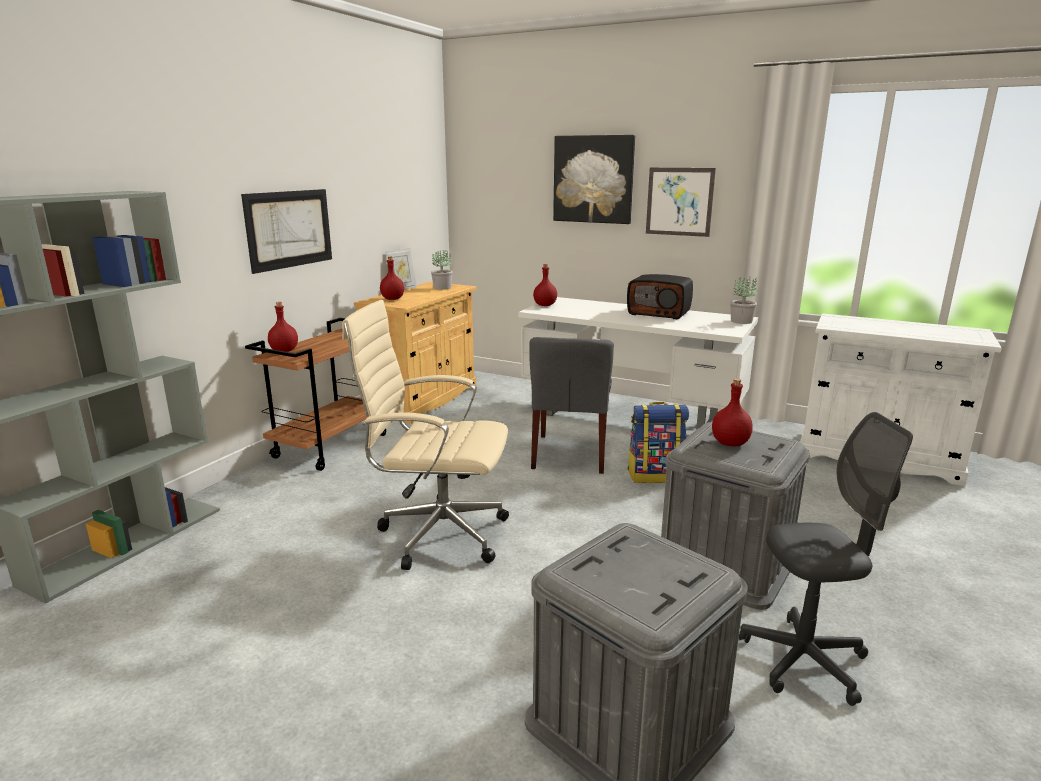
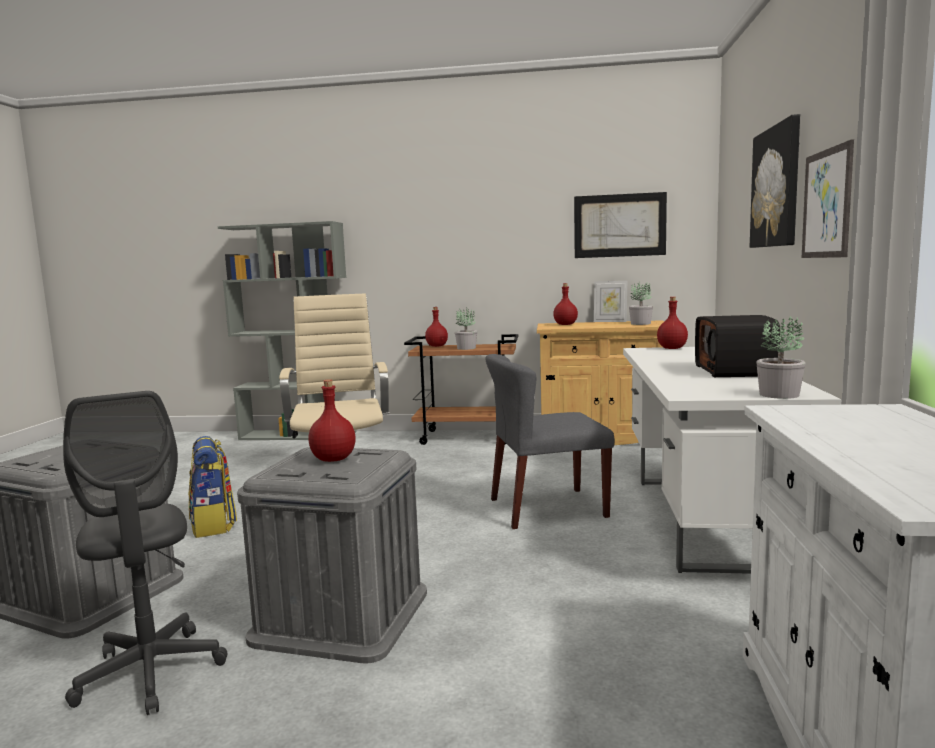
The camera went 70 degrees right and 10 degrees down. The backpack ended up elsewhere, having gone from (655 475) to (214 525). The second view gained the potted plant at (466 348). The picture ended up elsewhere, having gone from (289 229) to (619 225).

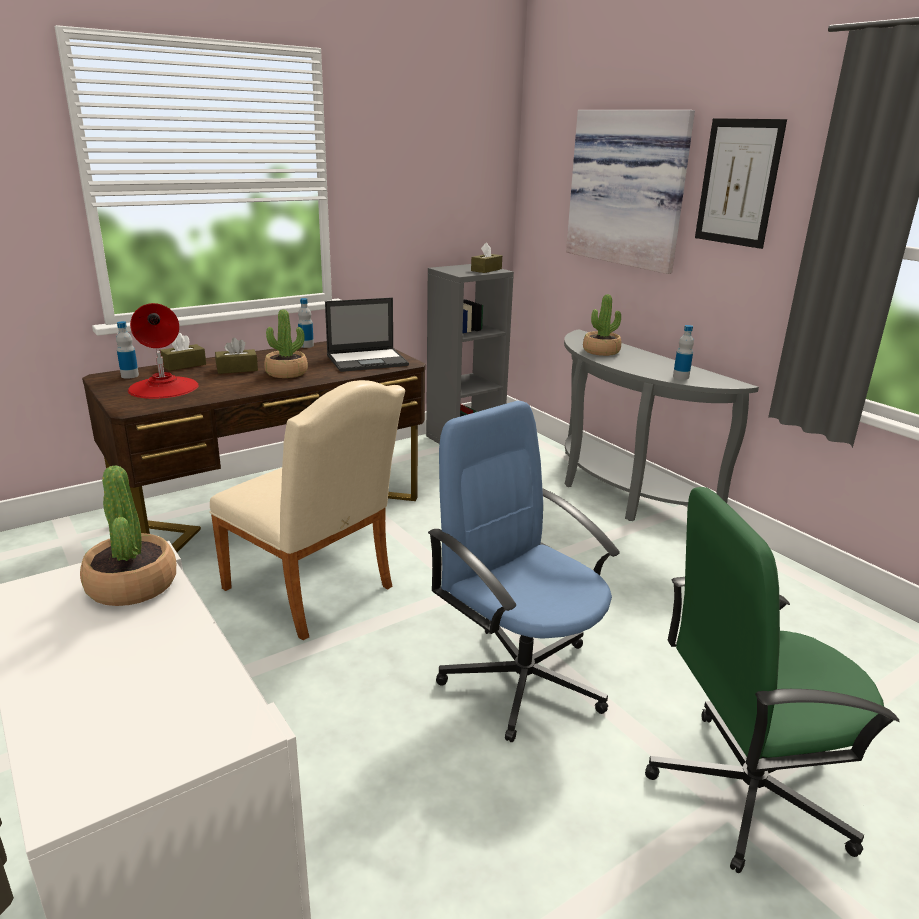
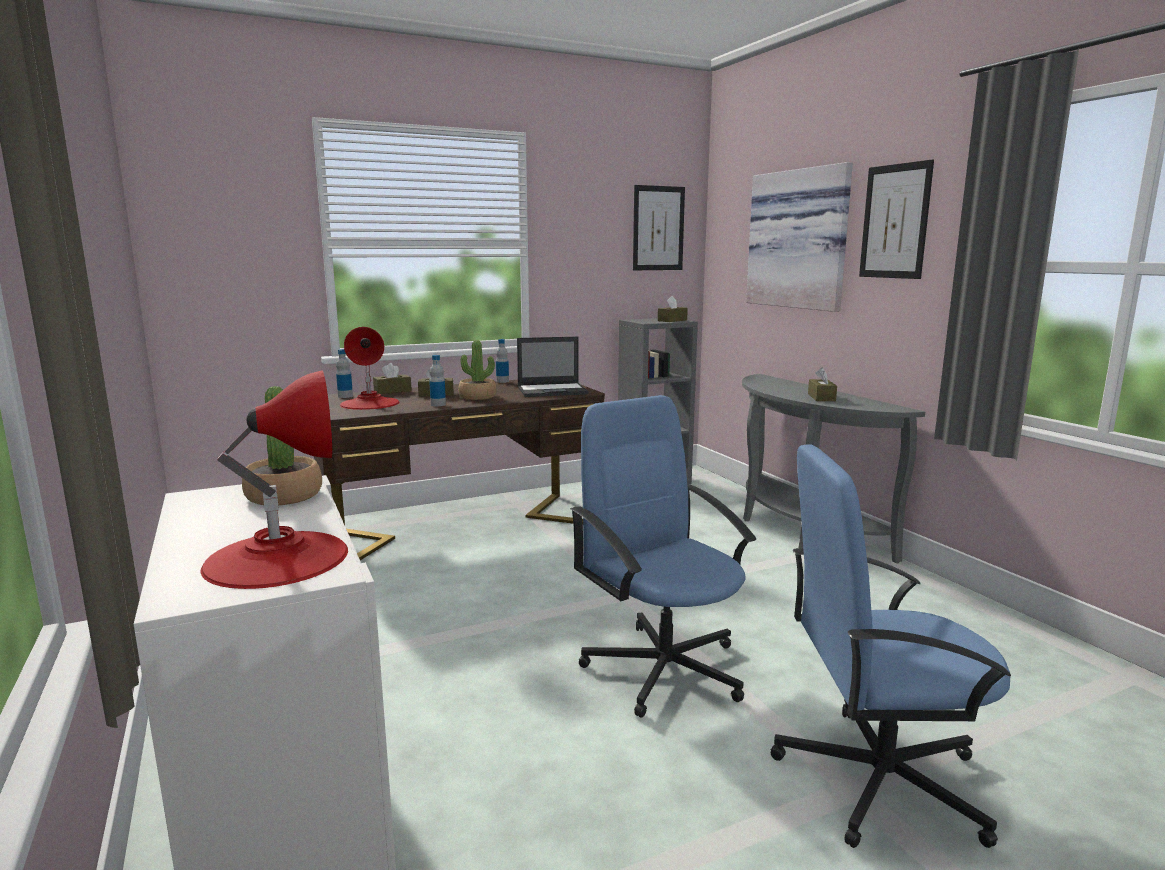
The camera went 10 degrees right and 10 degrees down. The second view gained the red table lamp at (277 558). The bottle ended up elsewhere, having gone from (681 377) to (438 404). The second view gained the picture at (658 228). What was the green office chair at (745 790) turned into the blue office chair at (877 778). The second view gained the brown tissue box at (821 397). The second view lost the beige chair at (315 592). The second view lost the potted plant at (601 351).

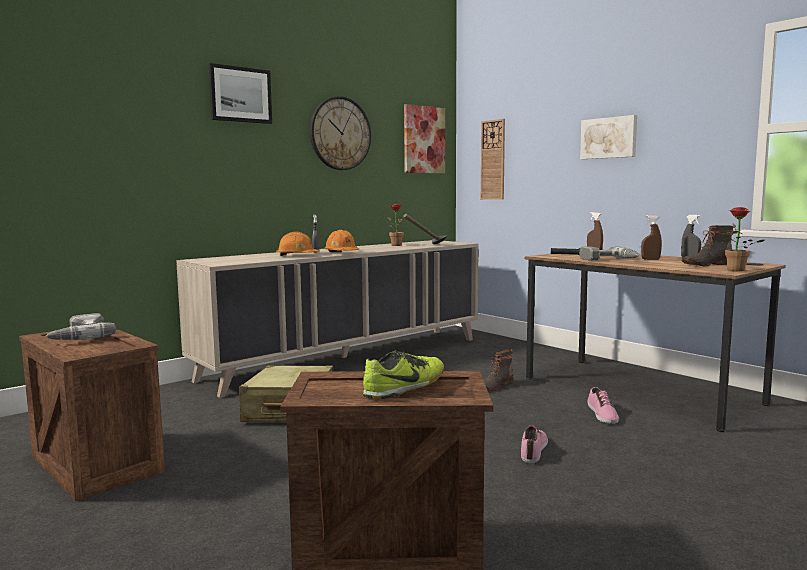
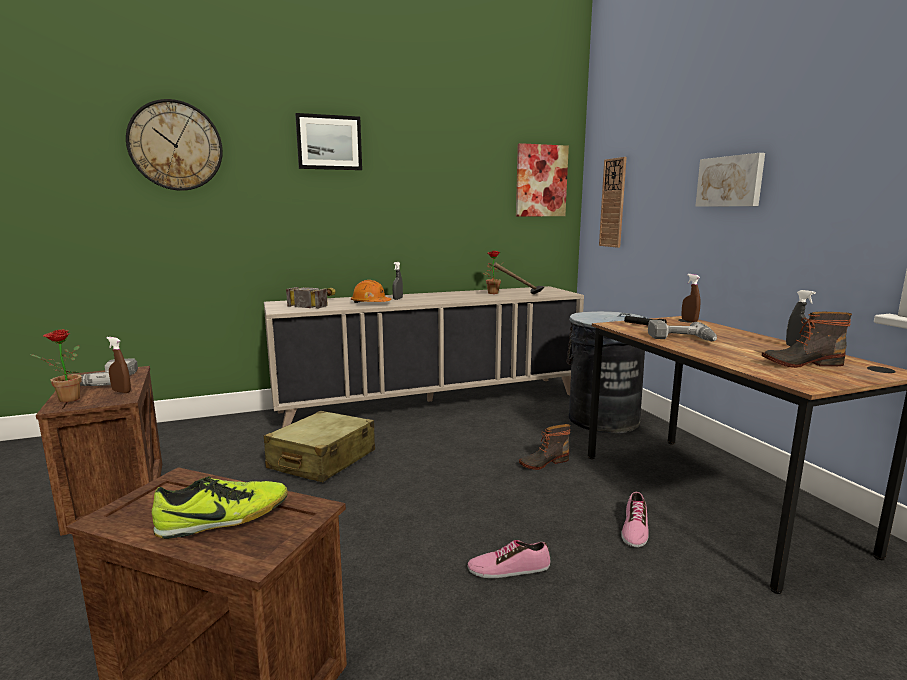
The camera went 20 degrees right and 5 degrees up. The potted plant ended up elsewhere, having gone from (734 270) to (64 400). The brown spray bottle ended up elsewhere, having gone from (650 259) to (121 391). The wall clock ended up elsewhere, having gone from (340 133) to (176 146). The second view gained the hammer at (319 303). The shoe at (534 450) ended up facing another way, 135 degrees counterclockwise from before. The second view gained the grey trash can at (603 419). The second view lost the orange hard hat at (341 253).

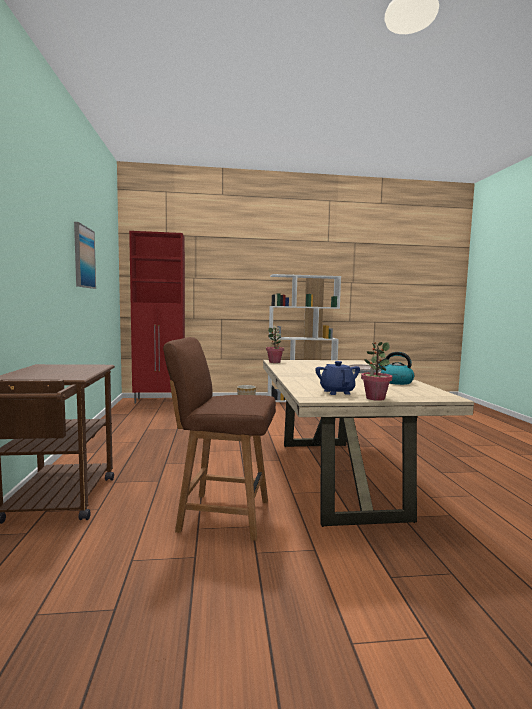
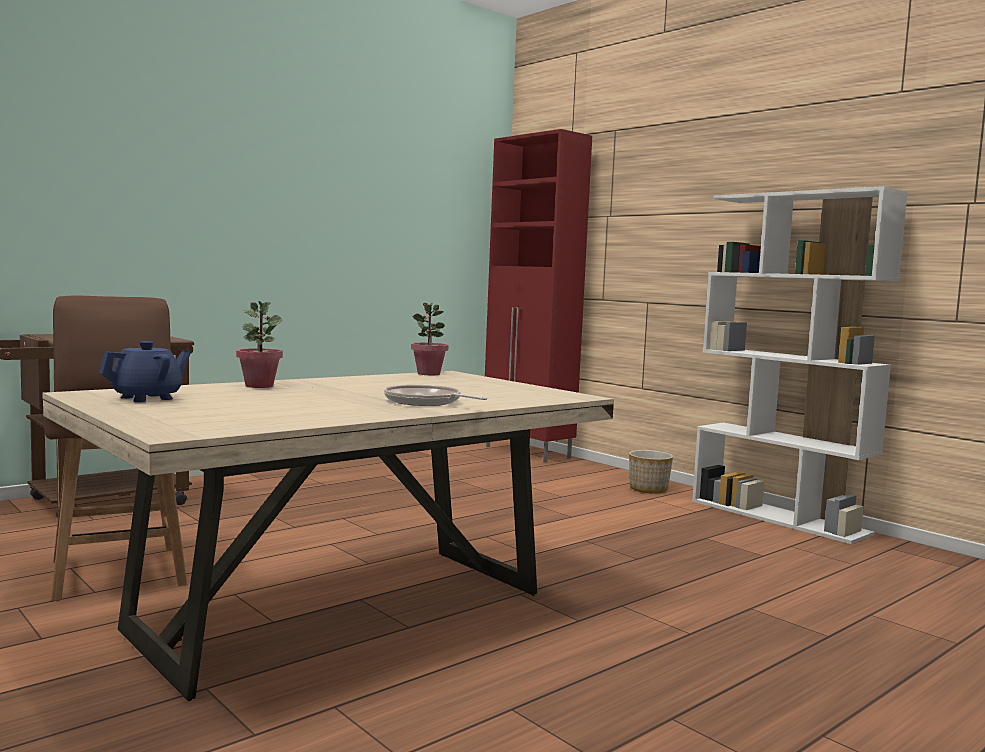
The camera went 55 degrees right and 0 degrees up. The potted plant ended up elsewhere, having gone from (375 398) to (259 386). The second view lost the picture at (83 257). The second view lost the kettle at (395 382).

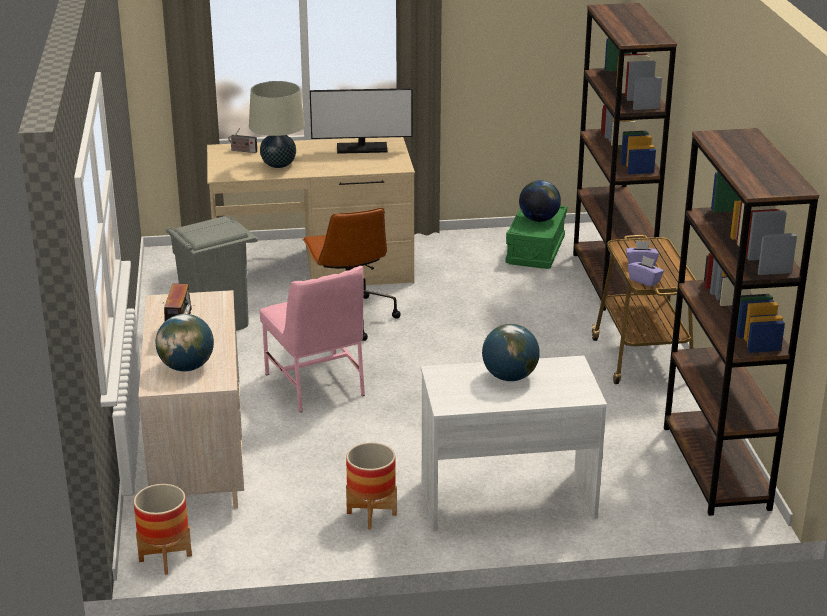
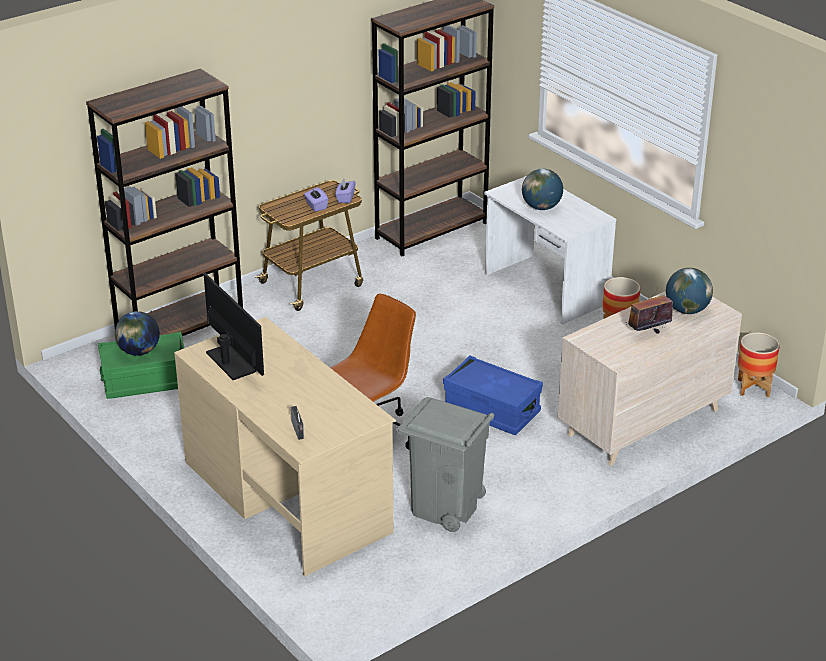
The camera went 120 degrees left and 5 degrees up. Where the pink chair stood at (316 385), the blue storage box came to stand at (492 411). The second view lost the beige table lamp at (278 164).

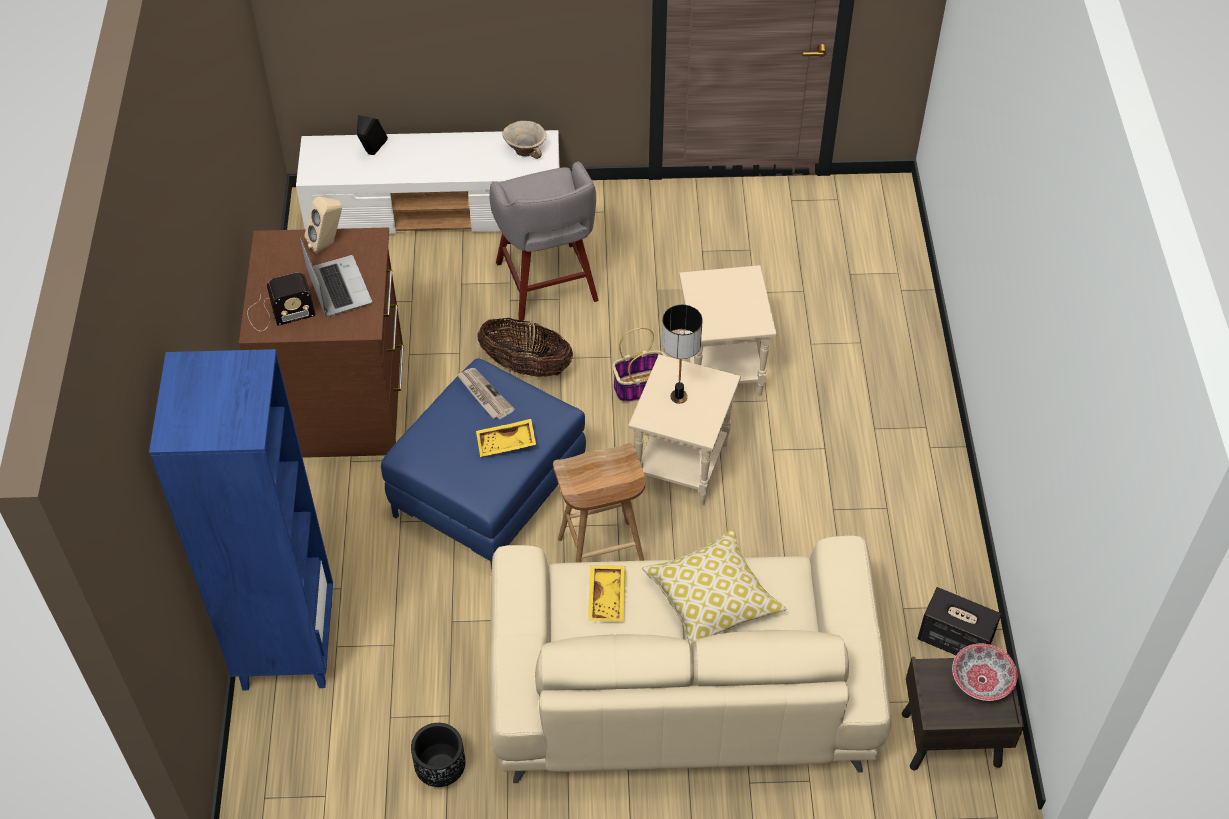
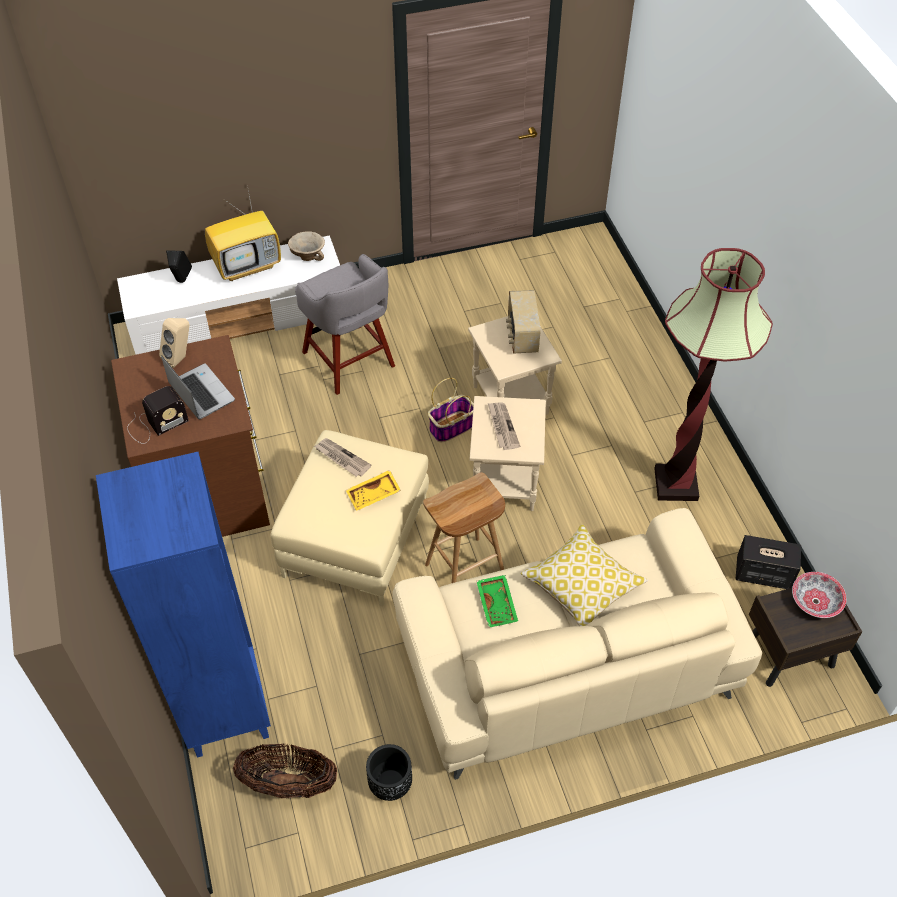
The camera went 15 degrees left and 0 degrees up. The second view gained the television at (248 265). The basket ended up elsewhere, having gone from (526 366) to (289 783). What was the blue ottoman at (488 491) turned into the beige ottoman at (355 538). What was the yellow tray at (608 597) turned into the green tray at (497 604). Where the table lamp stood at (678 397), the newspaper came to stand at (502 427). The second view gained the radio at (521 336). The second view gained the floor lamp at (675 484).

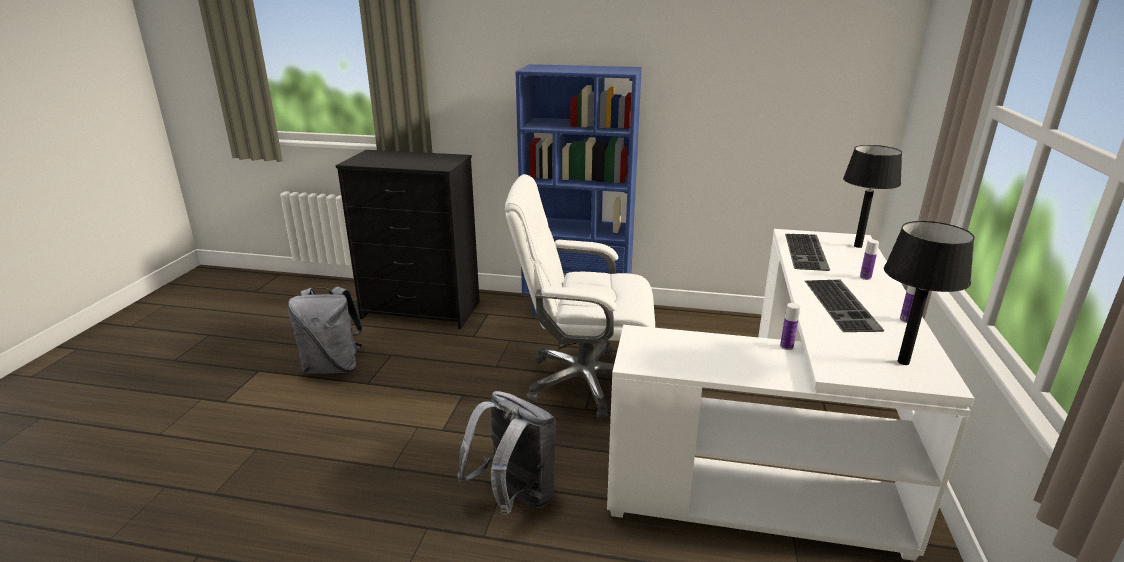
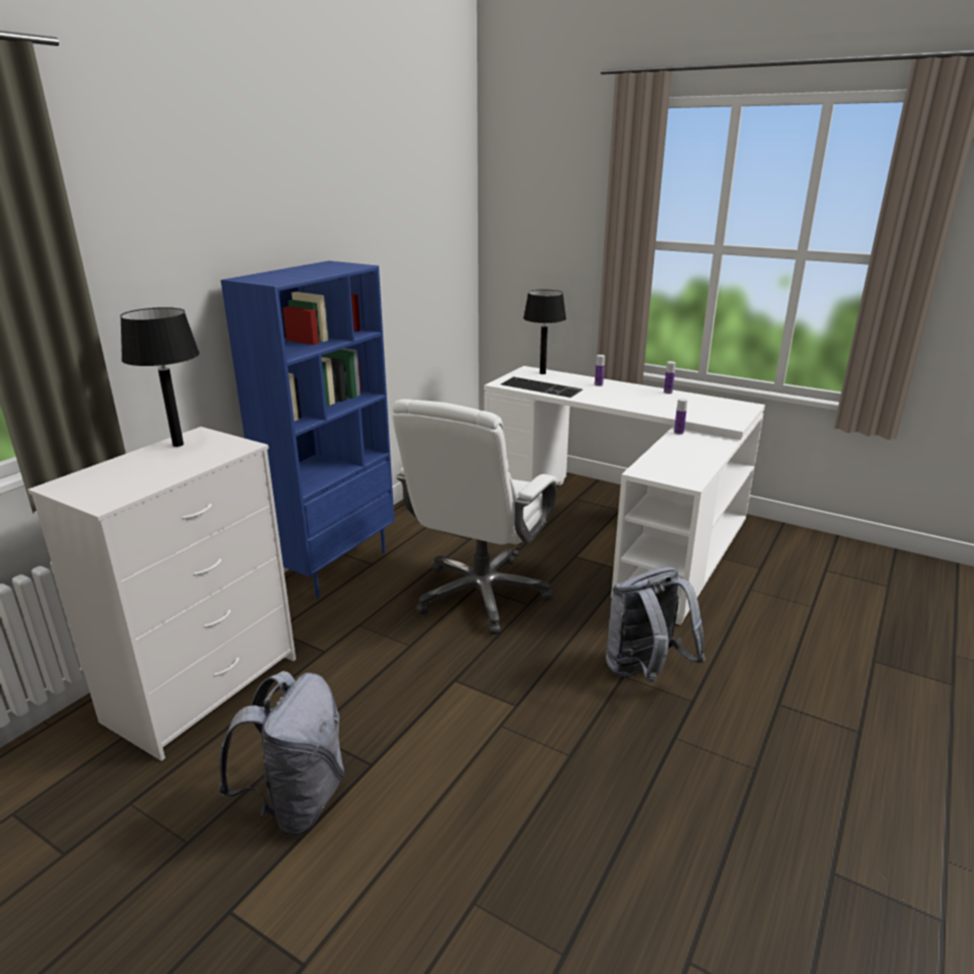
The camera went 70 degrees left and 0 degrees up. What was the black dresser at (422 310) turned into the white dresser at (204 688). The black table lamp ended up elsewhere, having gone from (904 362) to (178 444). The second view lost the keyboard at (843 305).

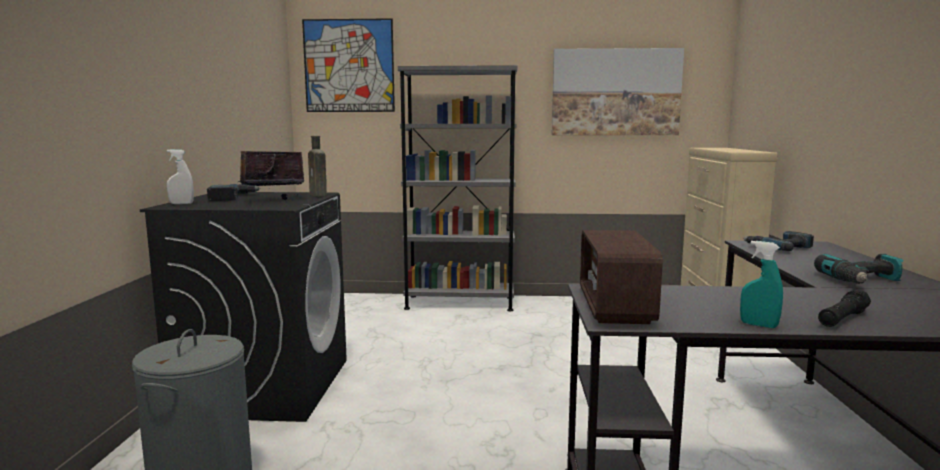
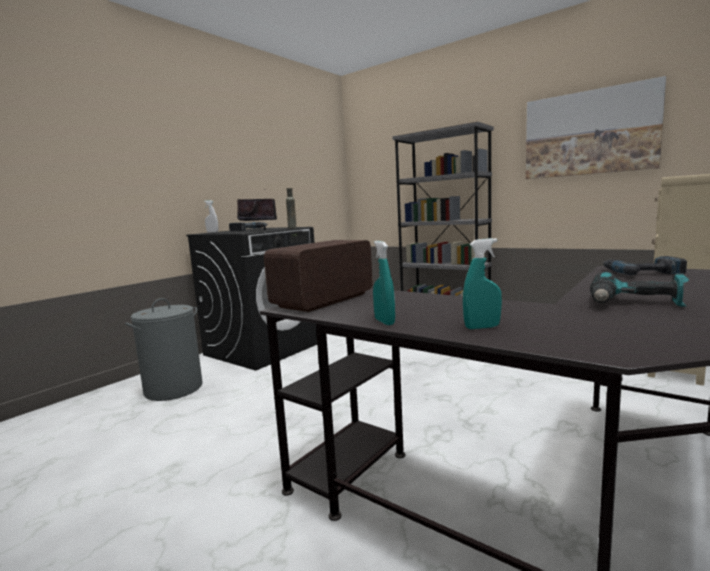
The camera went 35 degrees right and 0 degrees up. Where the black flashlight stood at (843 318), the turquoise spray bottle came to stand at (482 327). The second view lost the picture at (349 66).

